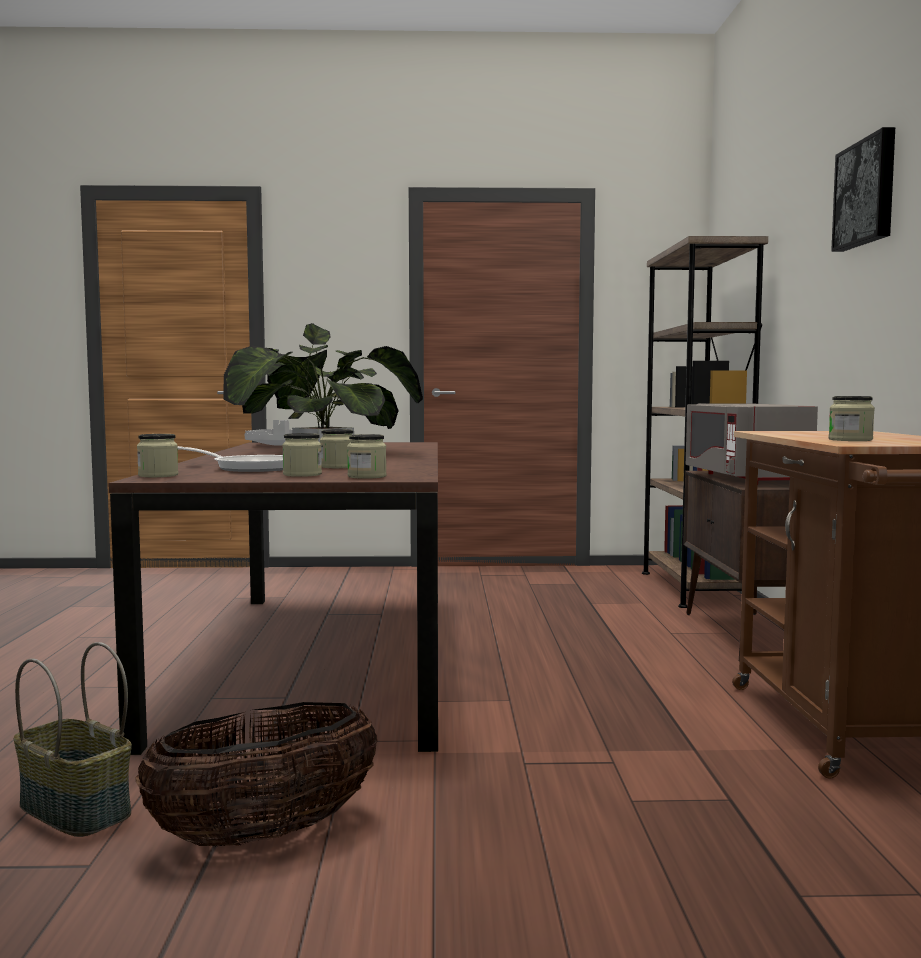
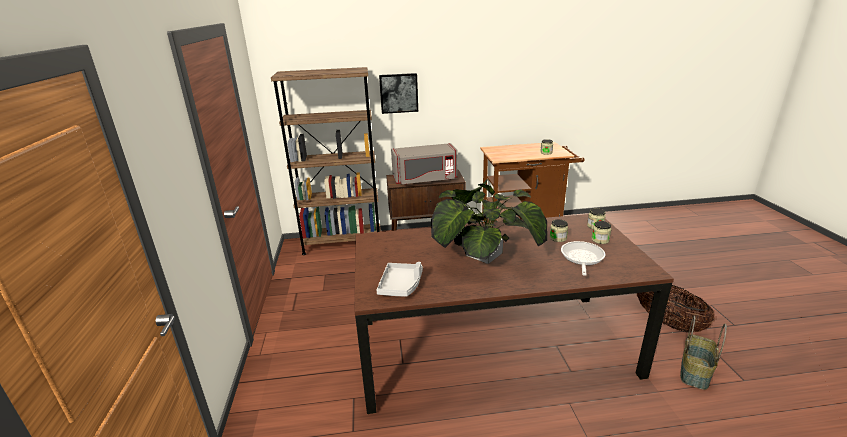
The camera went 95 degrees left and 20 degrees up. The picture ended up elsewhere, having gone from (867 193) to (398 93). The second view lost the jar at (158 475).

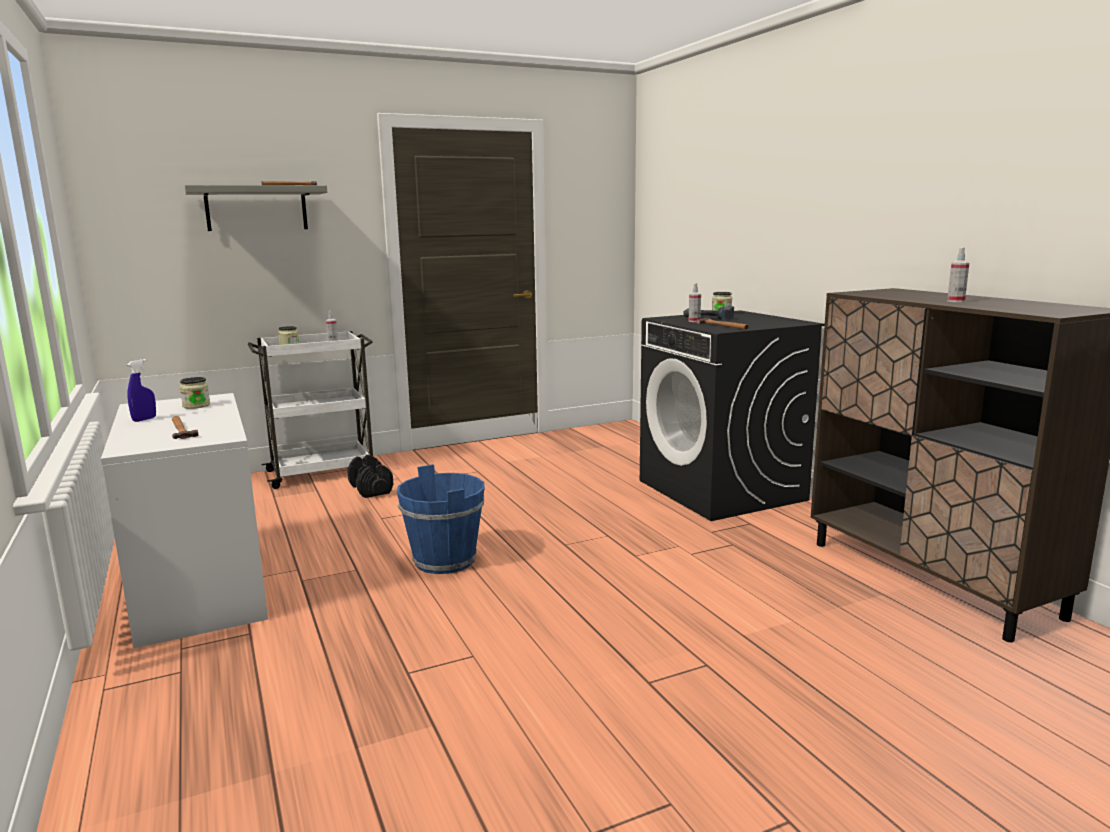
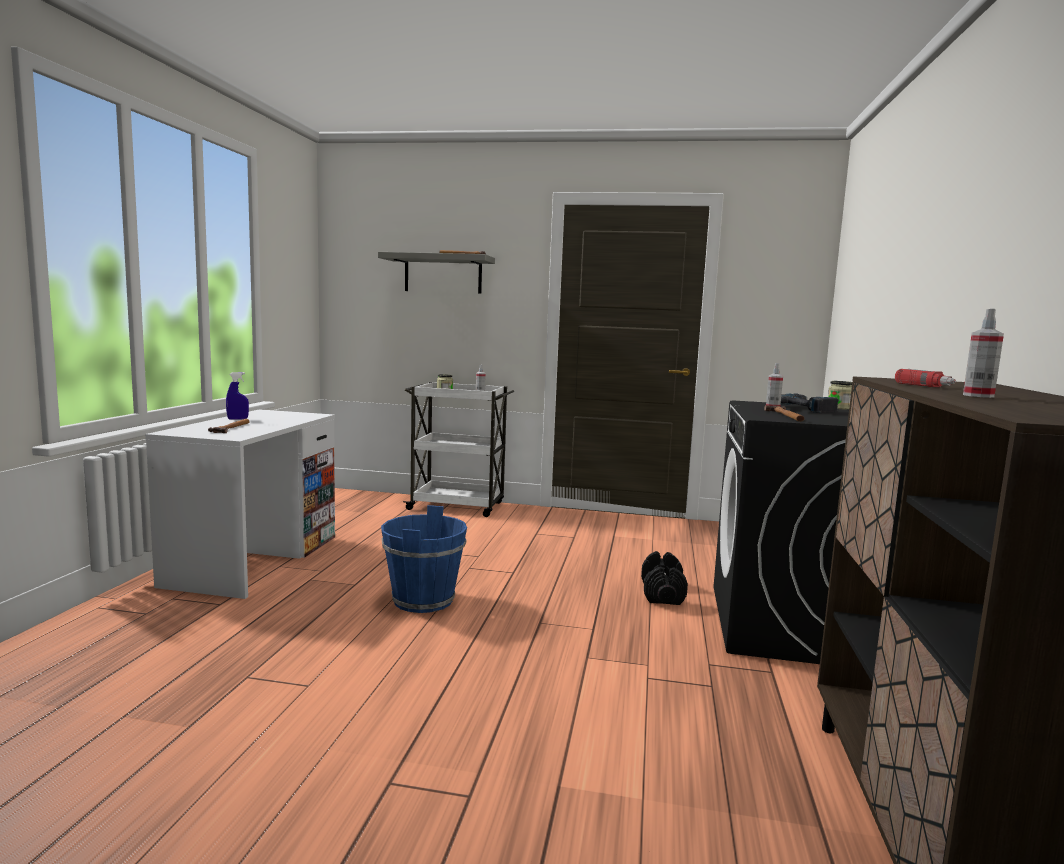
The camera went 35 degrees right and 5 degrees down. The black dumbbell ended up elsewhere, having gone from (371 489) to (663 593). The second view gained the power drill at (935 385). The second view lost the jar at (196 406).

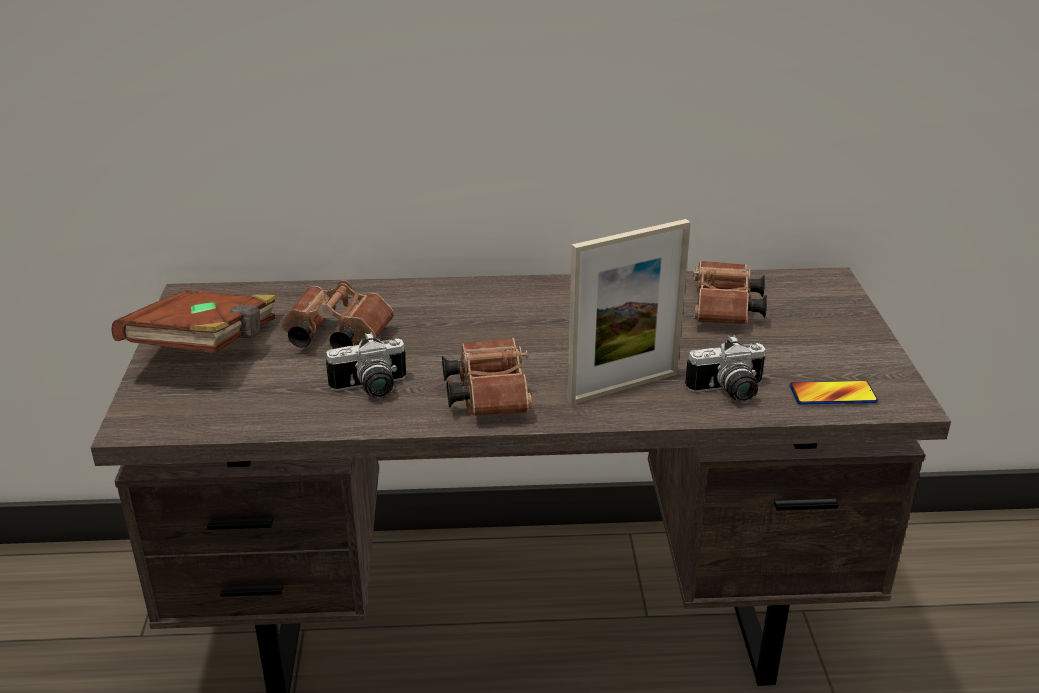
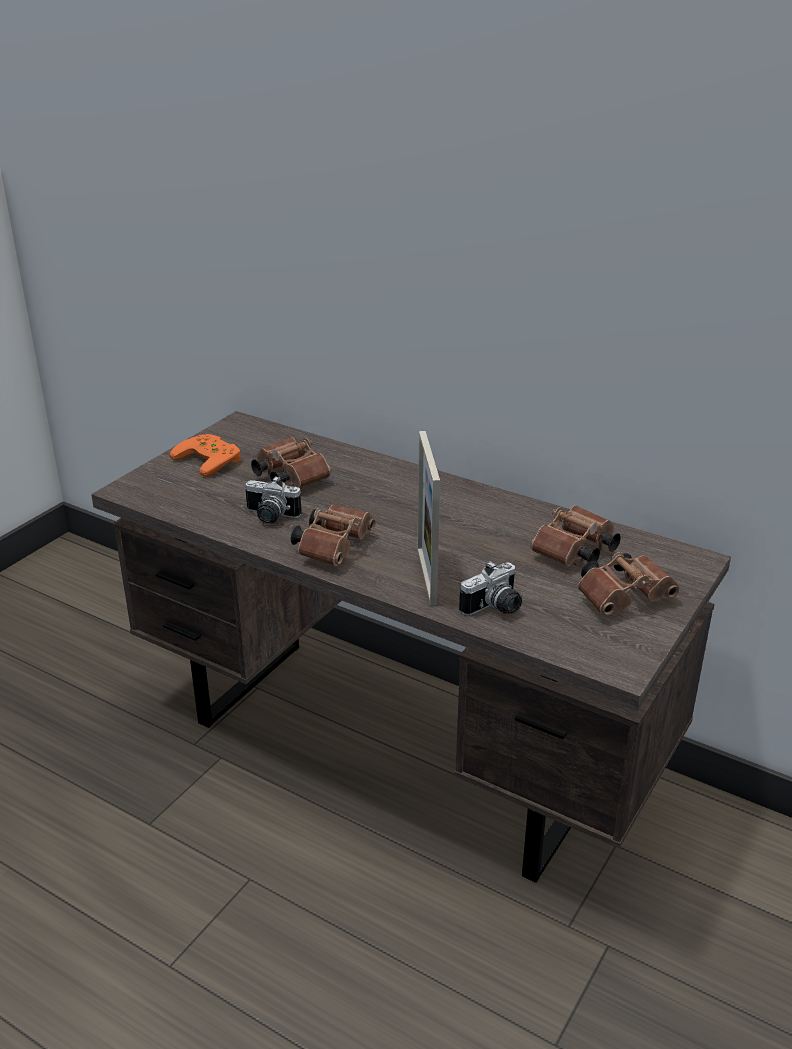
The camera went 35 degrees right and 0 degrees up. Where the brown book stood at (208 348), the orange game controller came to stand at (211 459). The picture frame at (623 387) ended up facing another way, 75 degrees clockwise from before. The photo camera at (729 392) ended up facing another way, 60 degrees counterclockwise from before. The second view gained the brown binoculars at (625 598). The second view lost the phone at (832 394).

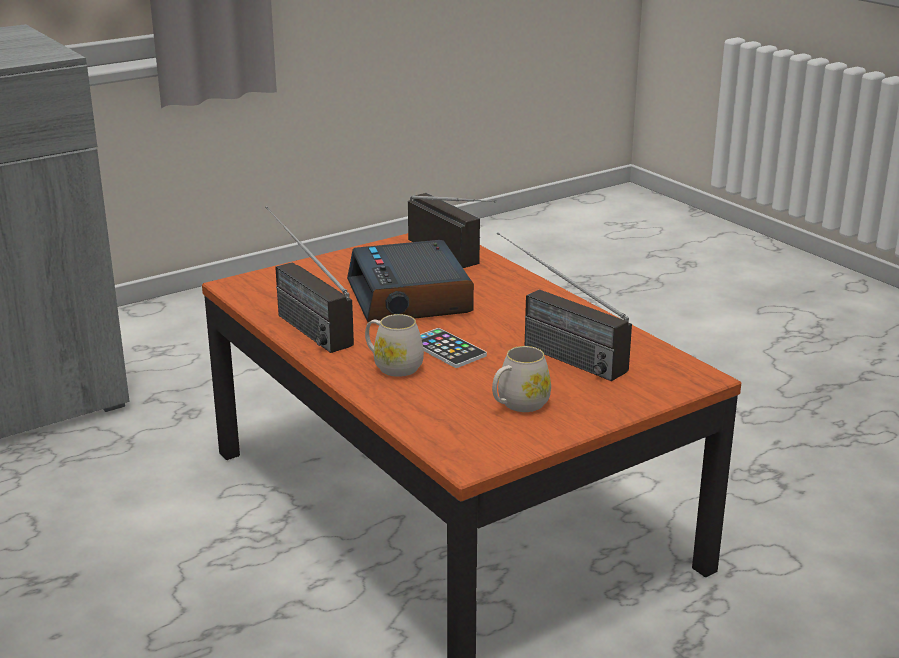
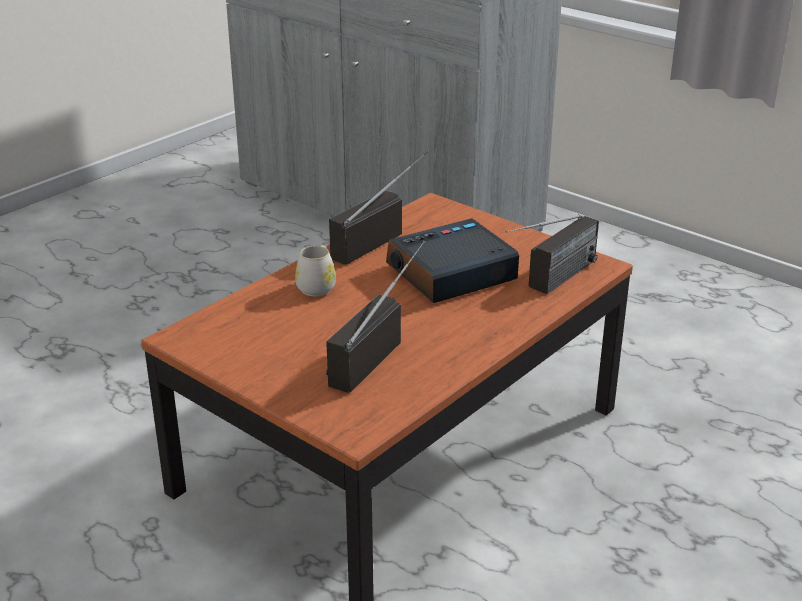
The camera went 75 degrees right and 5 degrees up. The second view lost the phone at (447 349). The second view lost the white mug at (518 405).

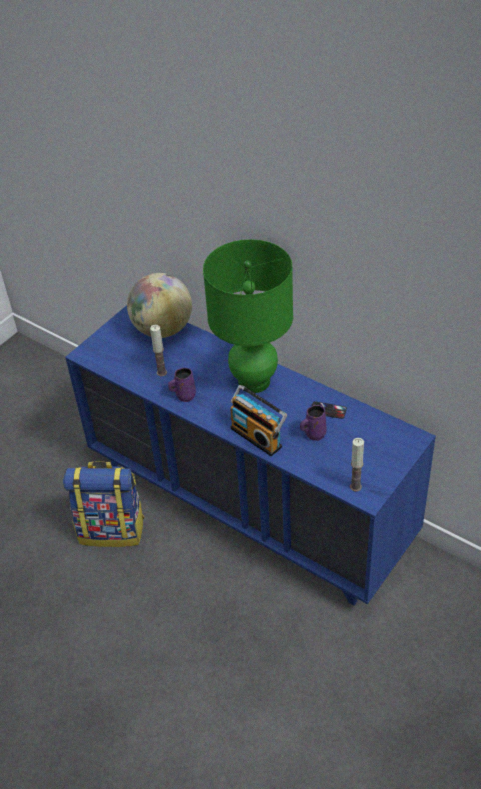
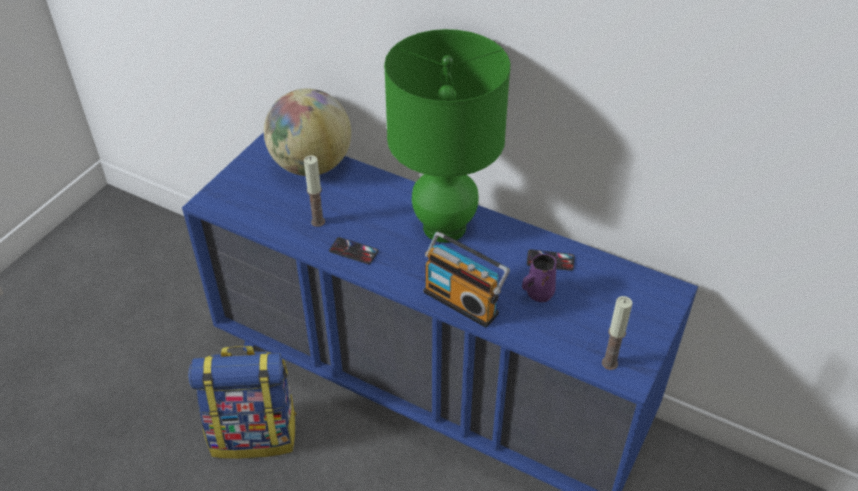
The camera went 10 degrees left and 0 degrees up. Where the purple mug stood at (184 396), the phone came to stand at (353 251).

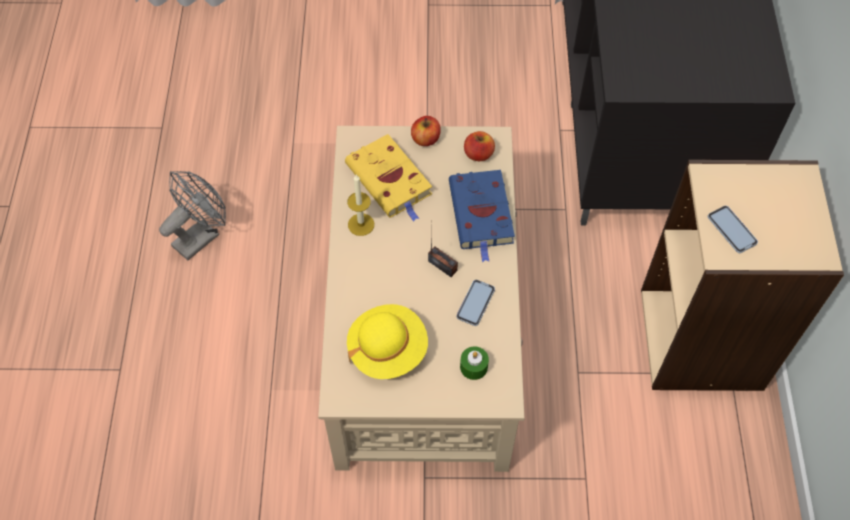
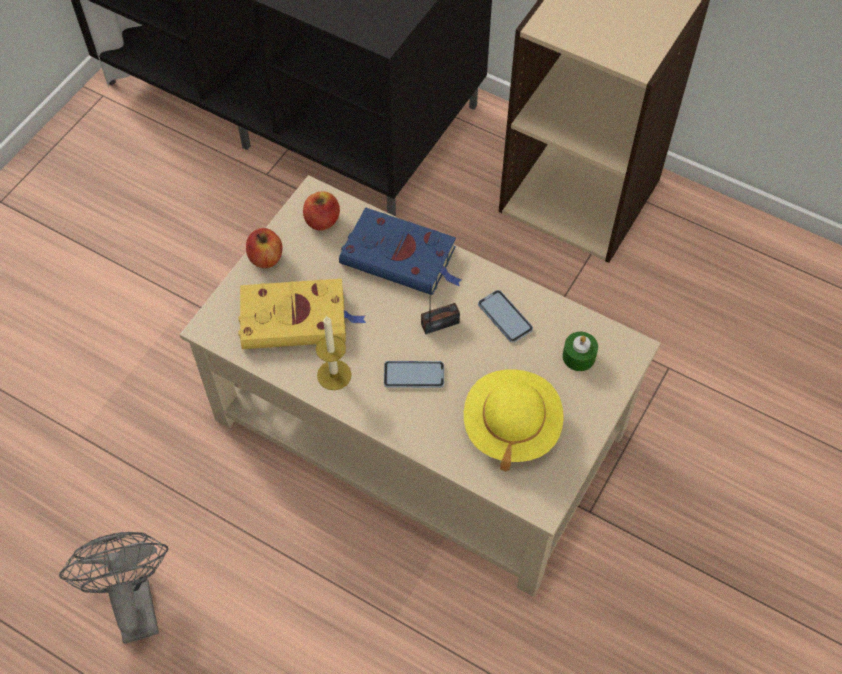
The camera went 60 degrees left and 0 degrees up. The phone ended up elsewhere, having gone from (731 230) to (414 375).

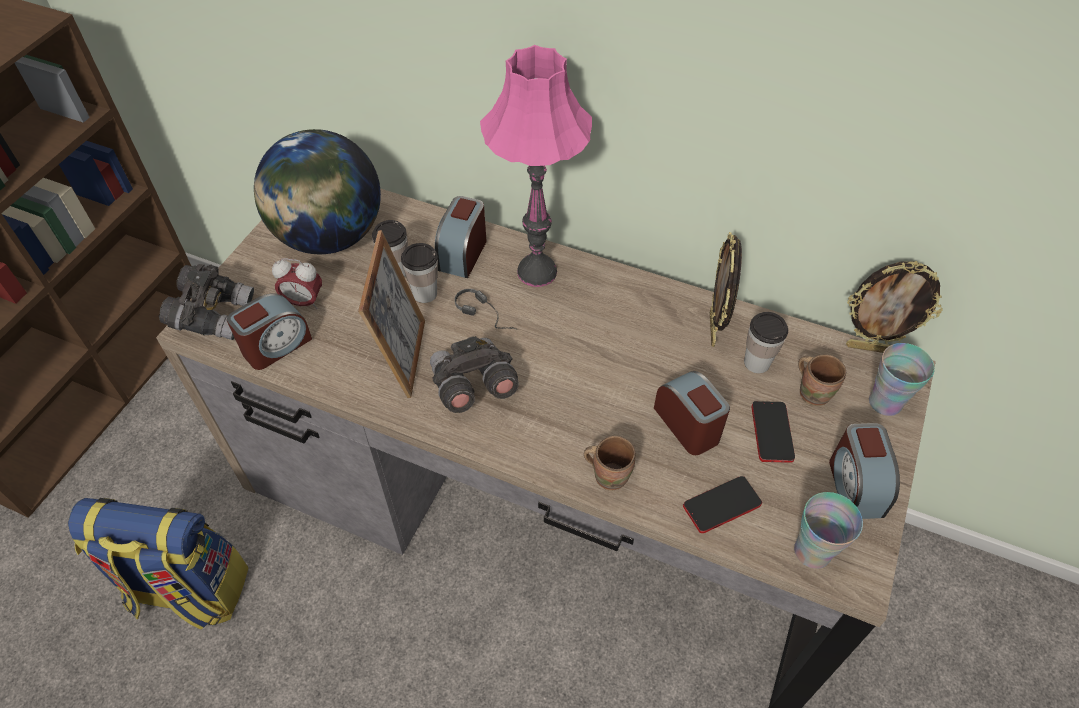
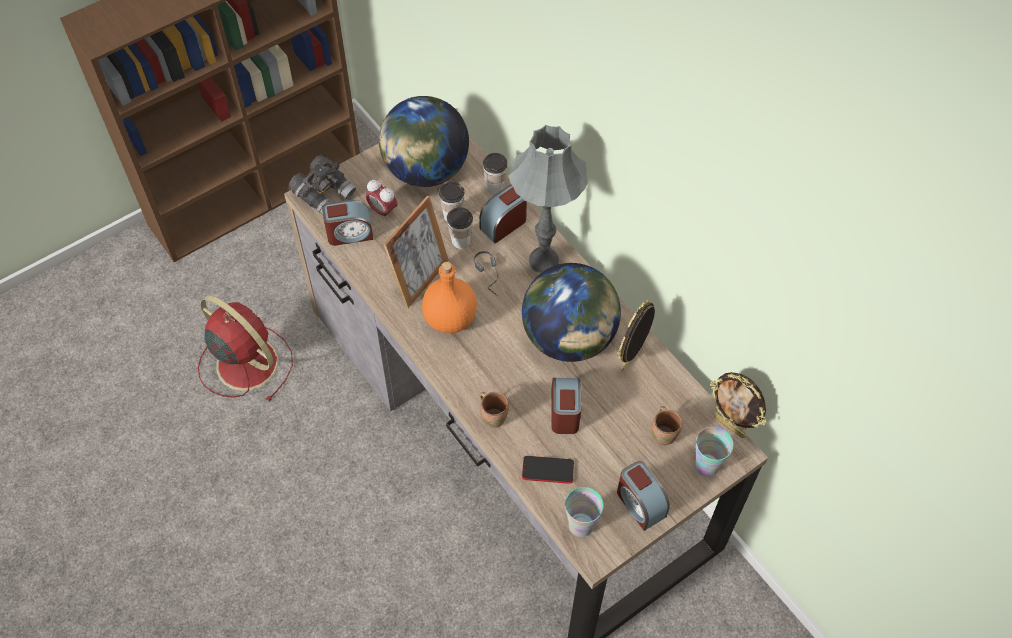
The camera went 30 degrees right and 5 degrees up. Where the backpack stood at (187 590), the red fan came to stand at (245 362). Where the grey binoculars stood at (472 386), the orange bottle came to stand at (449 319). The cup ended up elsewhere, having gone from (757 363) to (495 187). What was the pink table lamp at (536 271) turned into the grey table lamp at (543 260). The second view gained the globe at (569 338). The alarm clock at (854 486) ended up facing another way, 60 degrees counterclockwise from before. The second view lost the phone at (772 432).

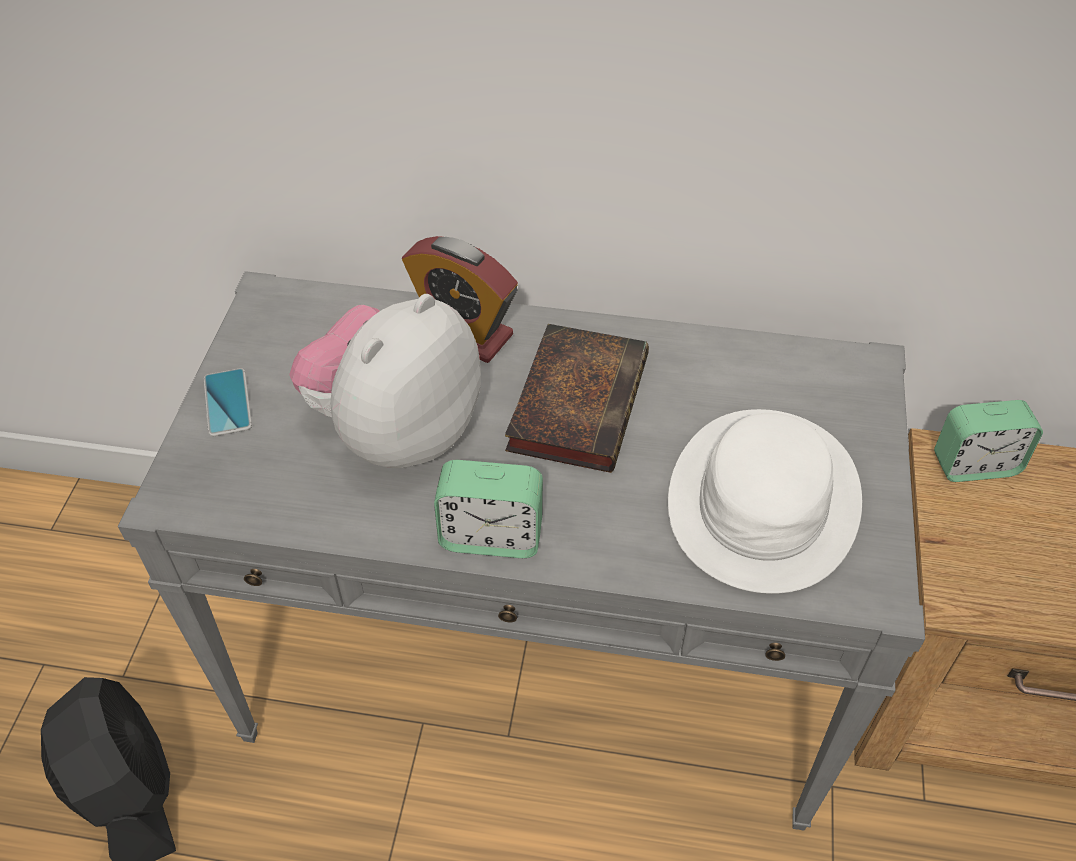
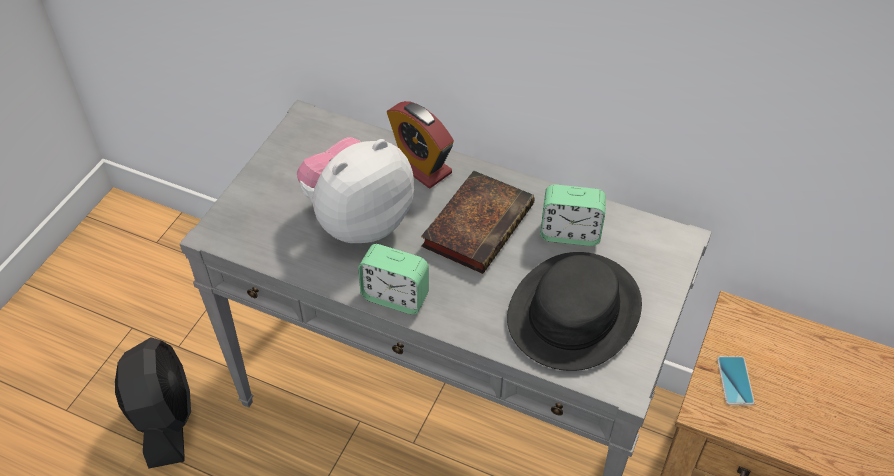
The camera went 15 degrees right and 0 degrees up. What was the white hat at (762 500) turned into the black hat at (573 311). The alarm clock ended up elsewhere, having gone from (975 465) to (570 233). The phone ended up elsewhere, having gone from (227 403) to (735 381).

